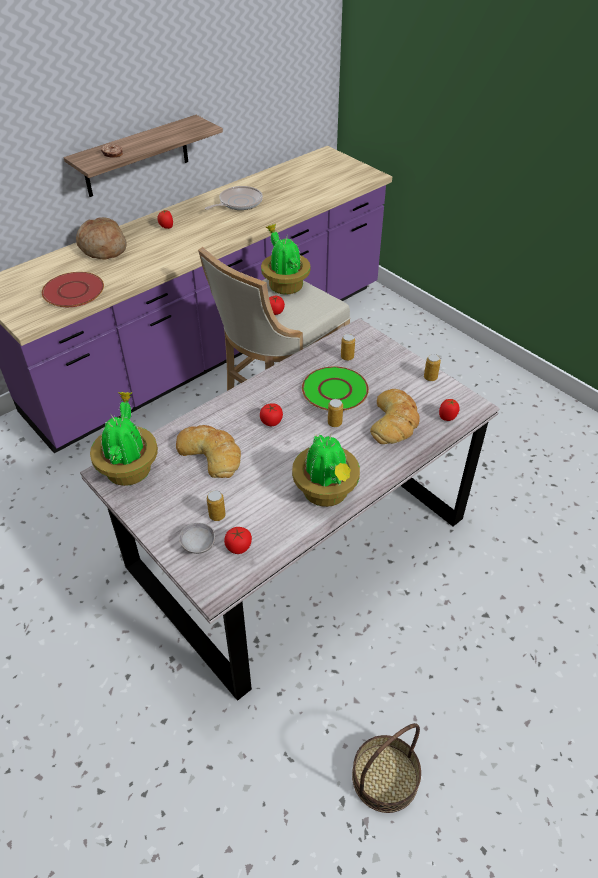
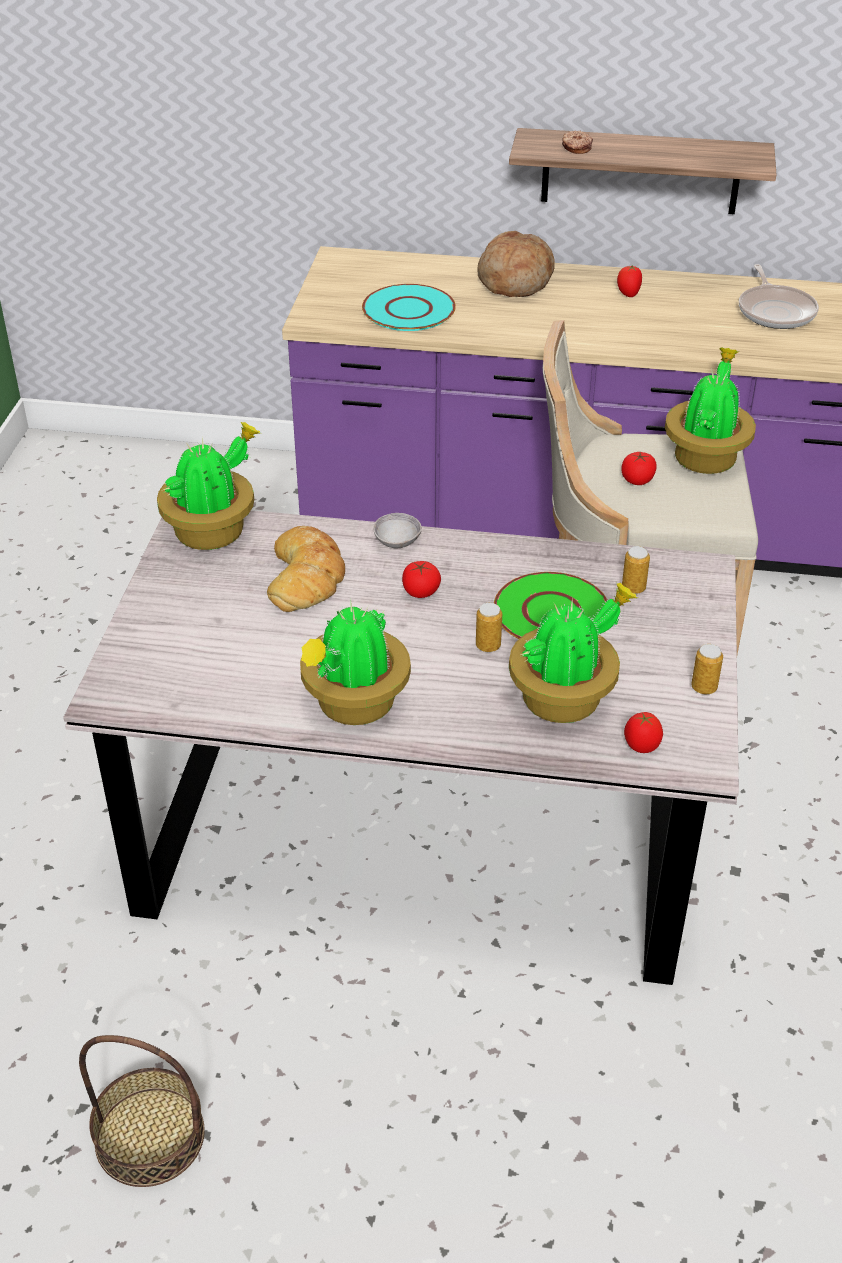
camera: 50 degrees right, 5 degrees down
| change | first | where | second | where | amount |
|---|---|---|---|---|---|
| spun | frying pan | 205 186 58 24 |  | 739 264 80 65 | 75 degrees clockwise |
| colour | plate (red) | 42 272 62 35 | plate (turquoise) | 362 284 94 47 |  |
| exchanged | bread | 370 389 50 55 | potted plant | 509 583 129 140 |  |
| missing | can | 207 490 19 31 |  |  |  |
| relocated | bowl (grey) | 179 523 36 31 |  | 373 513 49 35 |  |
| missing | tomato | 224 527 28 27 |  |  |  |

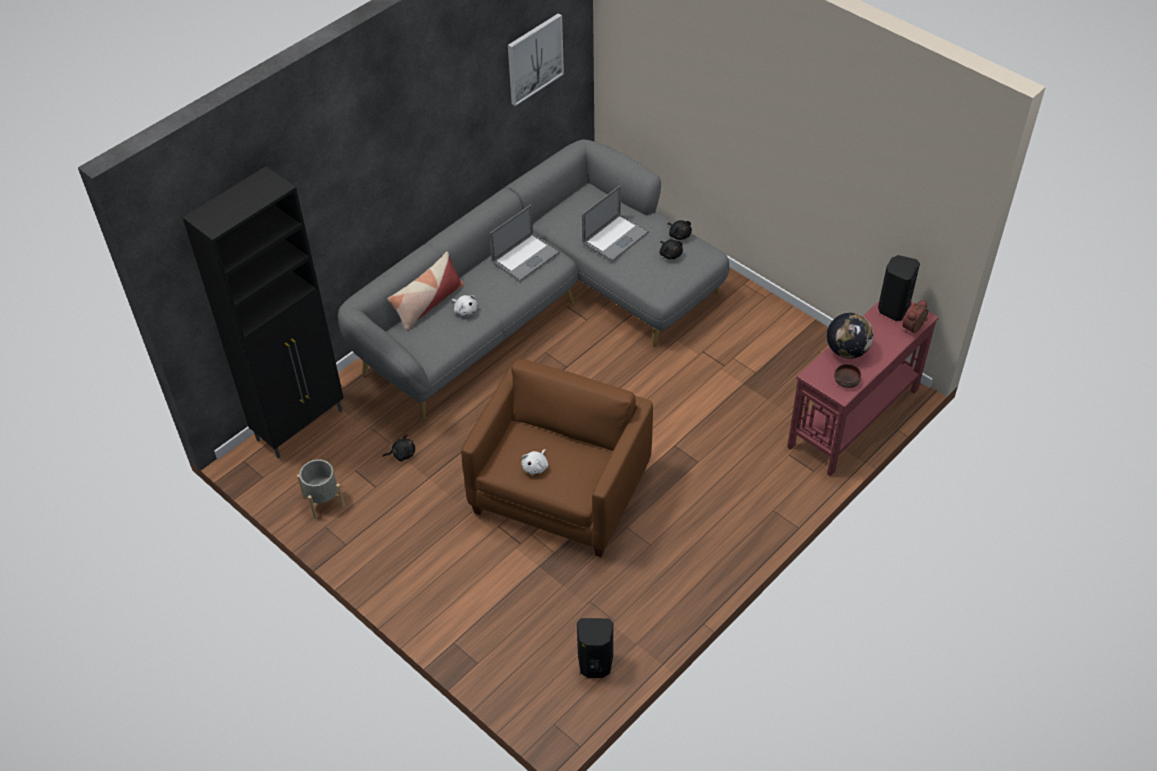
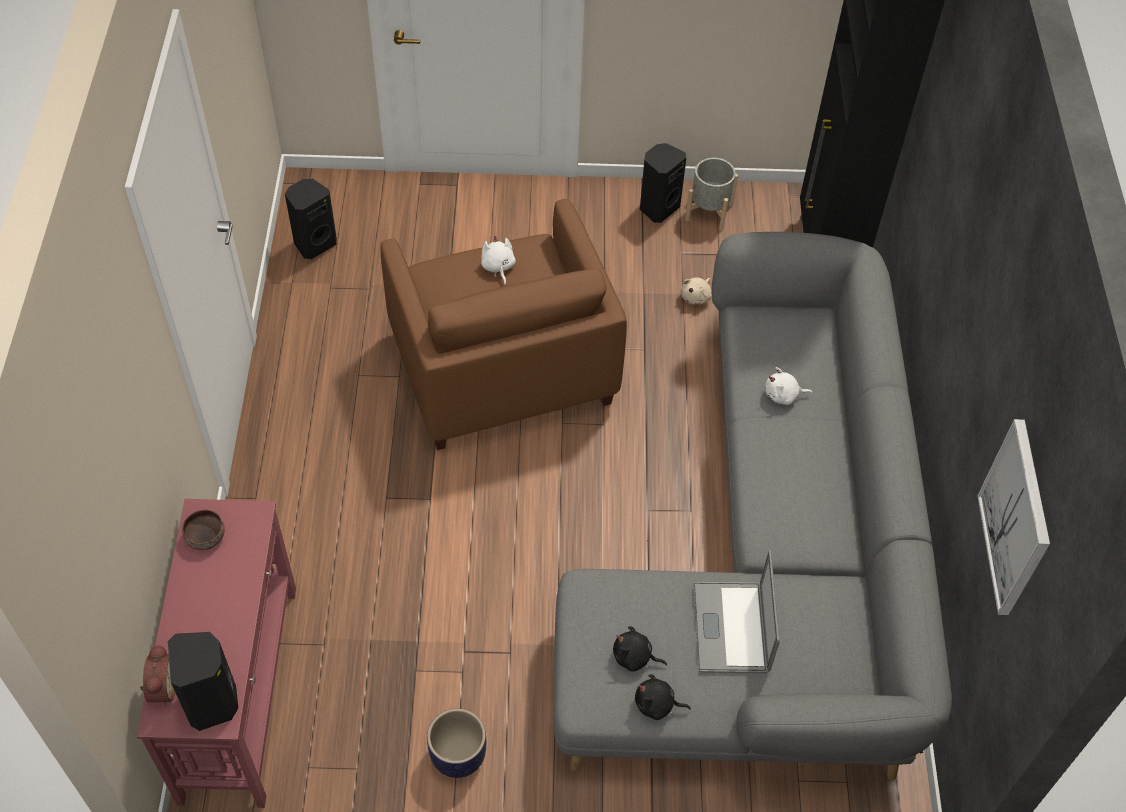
camera: 135 degrees right, 5 degrees up
| change | first | where | second | where | amount |
|---|---|---|---|---|---|
| missing | laptop | 489 205 71 77 |  |  |  |
| missing | pillow | 388 252 77 79 |  |  |  |
| missing | globe | 827 313 47 46 |  |  |  |
| colour | plush toy (black) | 382 434 33 27 | plush toy (beige) | 680 277 32 28 |  |
| appeared |  |  | speaker (black) | 640 143 46 80 |  |
| appeared |  |  | planter | 427 709 59 69 |  |

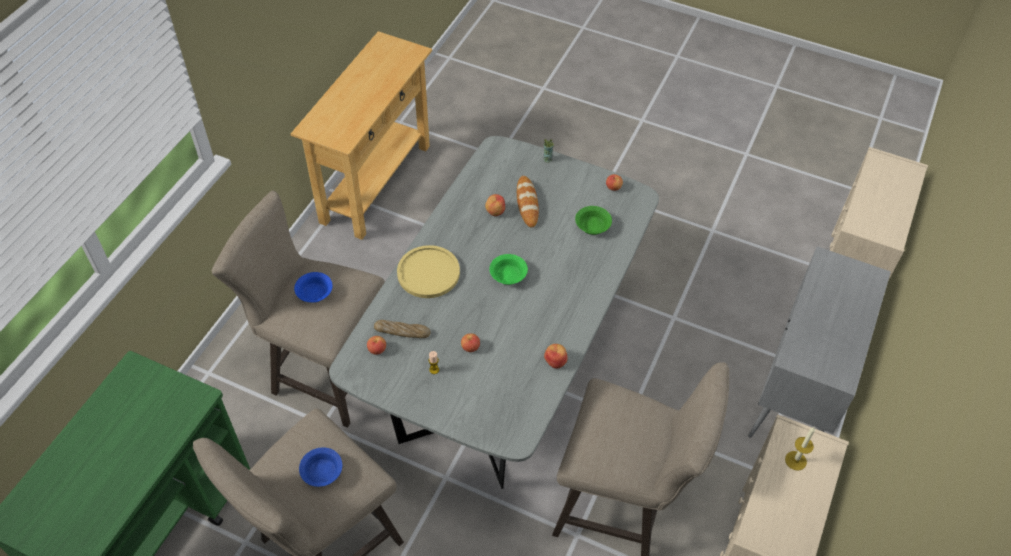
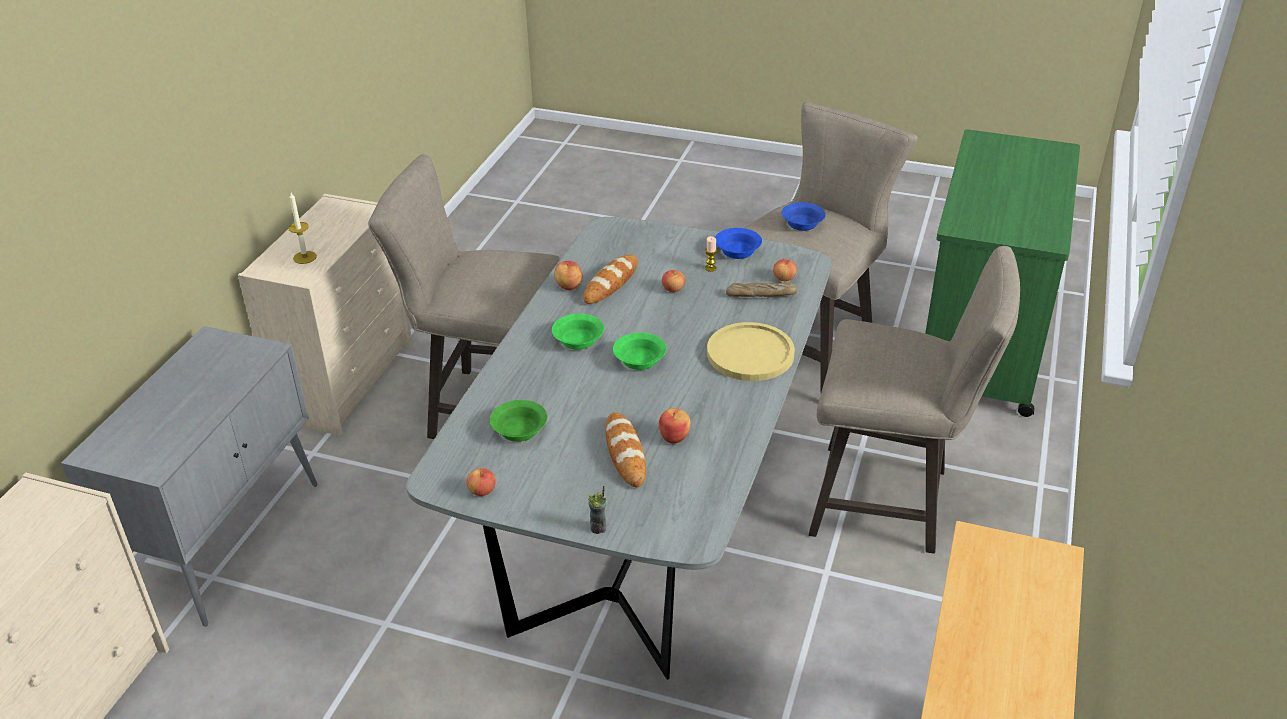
camera: 175 degrees right, 15 degrees down
| change | first | where | second | where | amount |
|---|---|---|---|---|---|
| relocated | bowl (blue) | 294 272 39 31 |  | 715 228 47 31 |  |
| appeared |  |  | bread | 583 255 55 49 |  |
| appeared |  |  | bowl (green) | 552 314 52 36 |  |

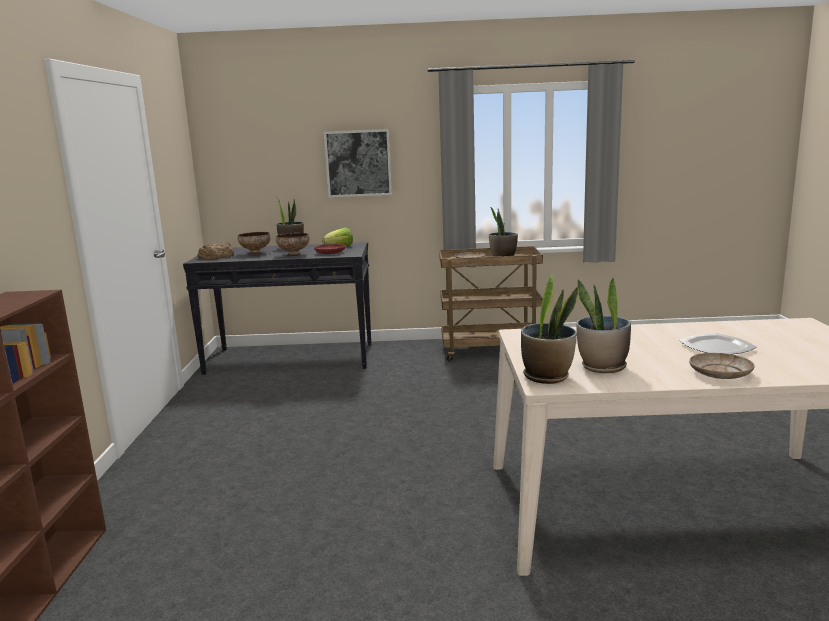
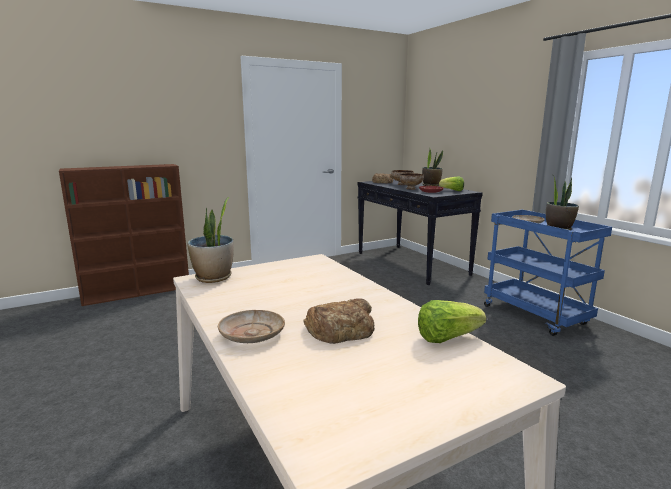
camera: 60 degrees right, 0 degrees up
| change | first | where | second | where | amount |
|---|---|---|---|---|---|
| missing | picture | 324 129 68 68 |  |  |  |
| colour | cart (brown) | 439 246 104 115 | cart (blue) | 484 210 128 126 |  |
| missing | potted plant | 576 277 55 96 |  |  |  |
| exchanged | plate | 679 333 78 21 | bread | 303 298 72 46 |  |
| appeared |  |  | lettuce | 418 300 68 43 |  |

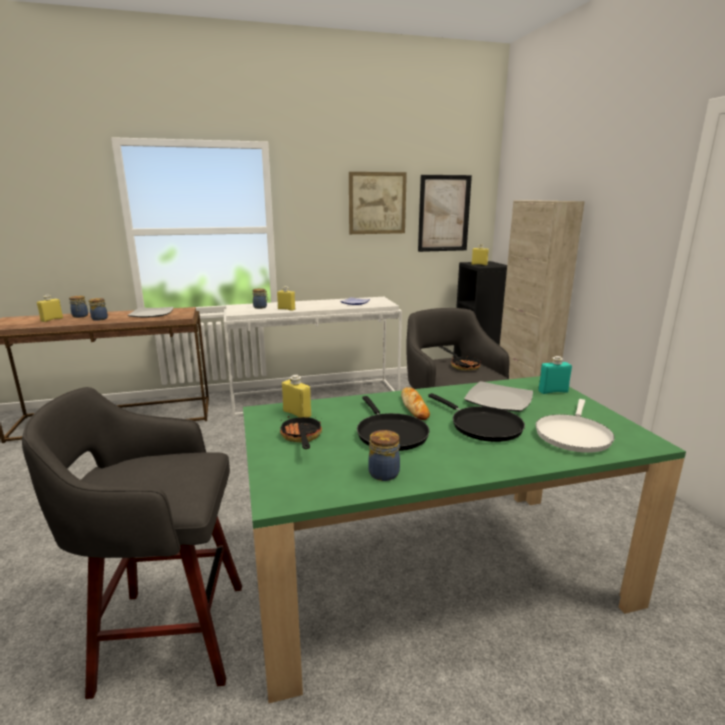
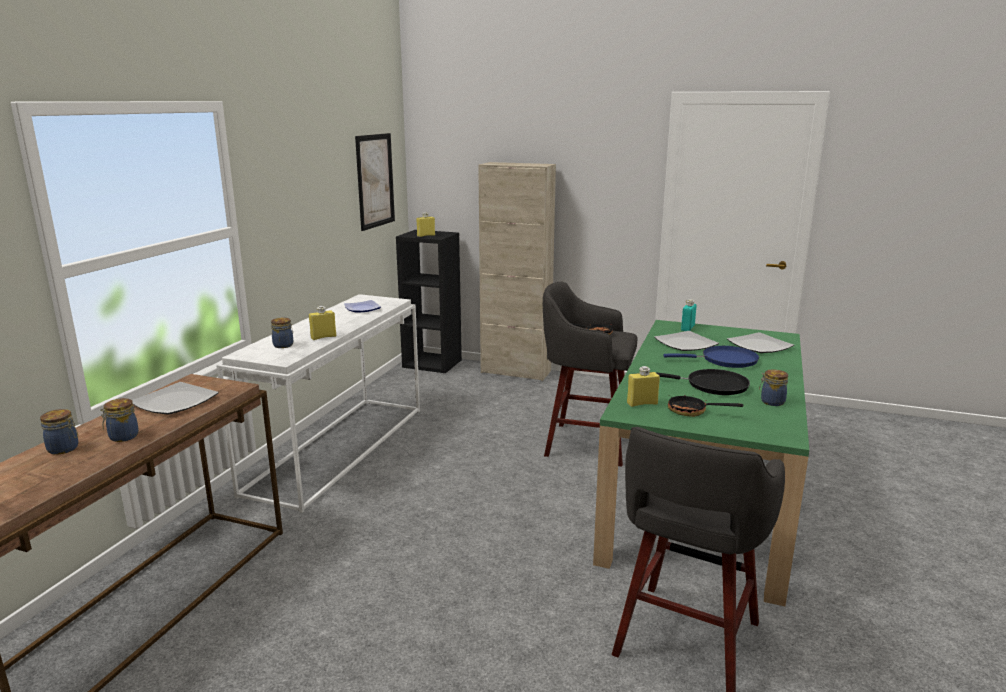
camera: 55 degrees left, 0 degrees up
| change | first | where | second | where | amount |
|---|---|---|---|---|---|
| missing | picture | 349 172 58 62 |  |  |  |
| missing | bottle (yellow) | 37 295 26 27 |  |  |  |
| missing | bread | 401 387 29 33 |  |  |  |
| colour | frying pan (black) | 428 393 97 49 | frying pan (blue) | 663 346 96 22 |  |
| exchanged | frying pan (white) | 536 399 79 54 | plate | 727 332 67 21 |  |

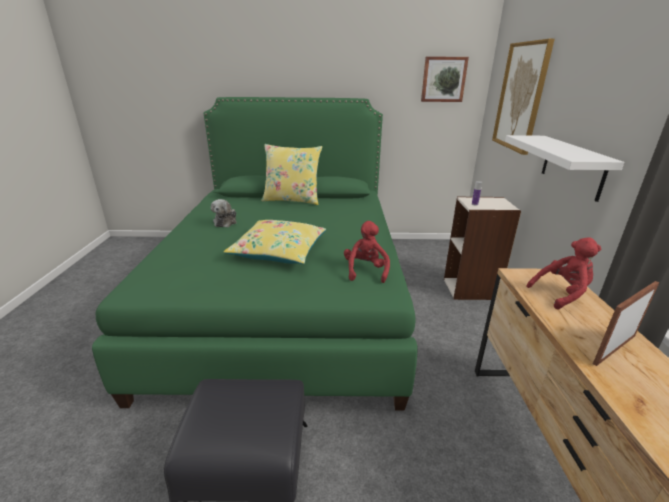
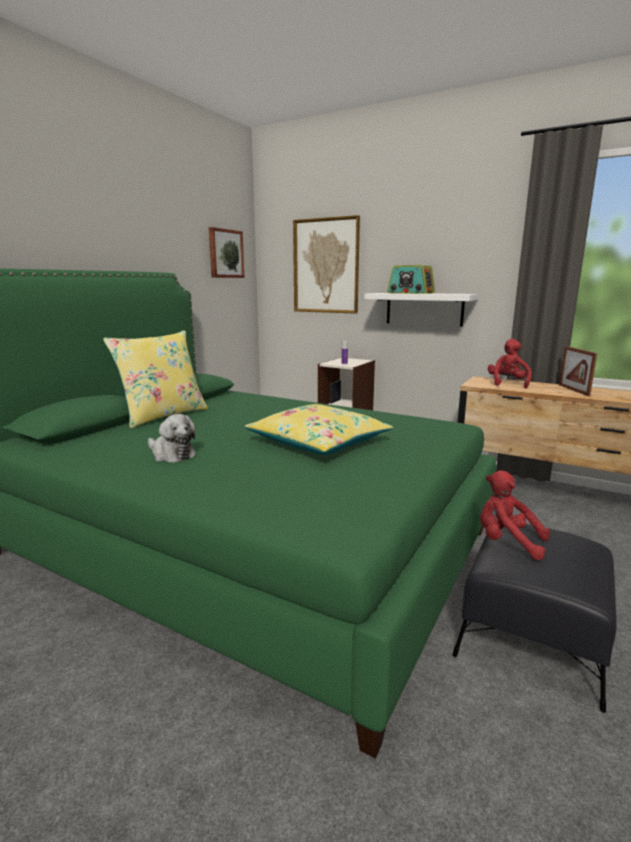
camera: 60 degrees left, 10 degrees down
| change | first | where | second | where | amount |
|---|---|---|---|---|---|
| relocated | plush toy (red) | 344 221 46 62 |  | 480 470 70 90 |  |
| appeared |  |  | radio | 387 265 48 29 |  |

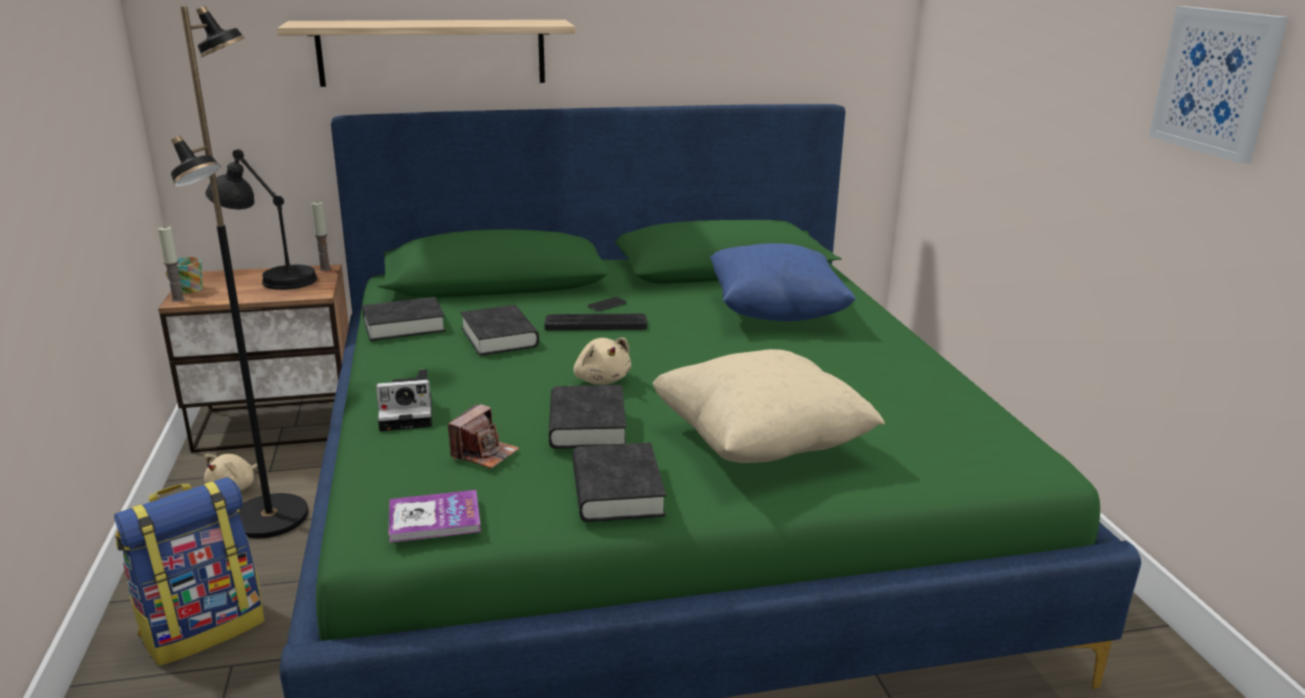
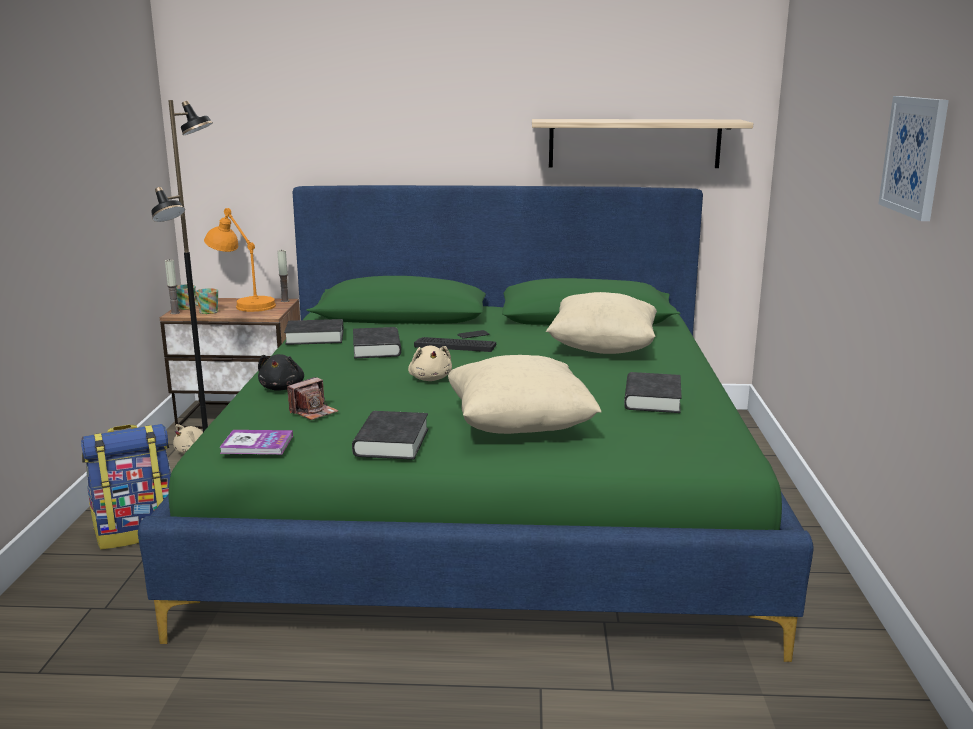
camera: 15 degrees right, 5 degrees down
| change | first | where | second | where | amount |
|---|---|---|---|---|---|
| relocated | shelf | 277 20 298 67 |  | 532 119 221 49 |  |
| colour | table lamp (black) | 205 149 112 141 | table lamp (orange) | 204 208 72 104 |  |
| colour | pillow (blue) | 710 243 146 78 | pillow (beige) | 546 292 111 62 |  |
| exchanged | photo camera | 376 369 56 62 | plush toy (black) | 258 354 46 37 |  |
| relocated | book (black) | 549 385 77 64 |  | 624 372 58 41 |  |
| appeared |  |  | mug | 194 288 24 26 |  |

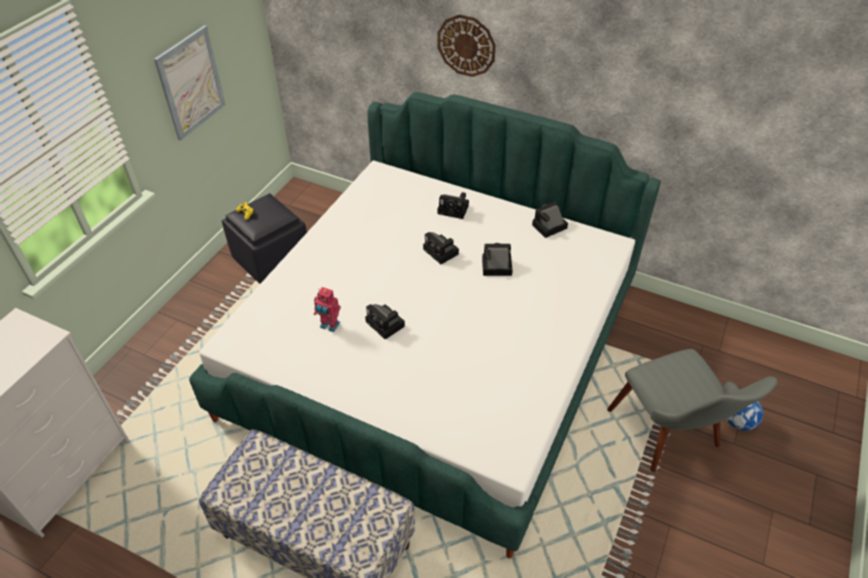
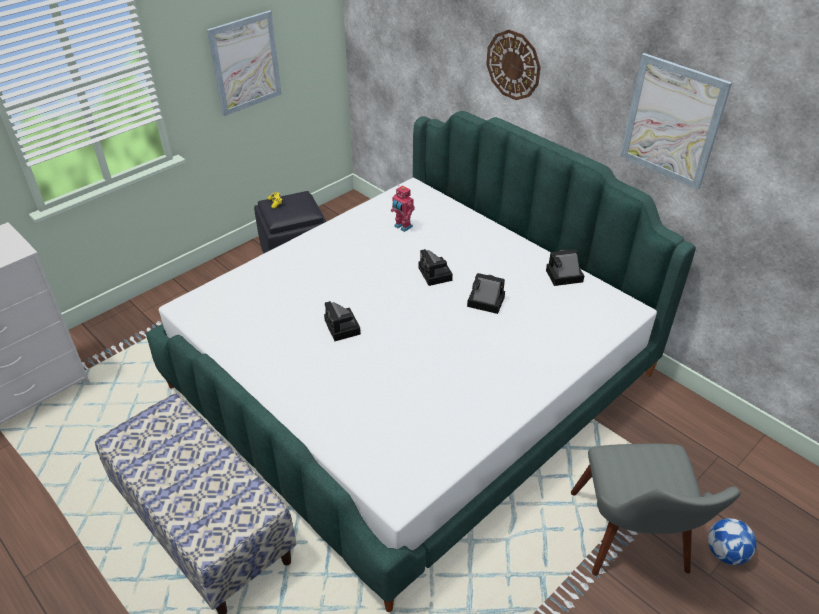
camera: 20 degrees right, 5 degrees down
| change | first | where | second | where | amount |
|---|---|---|---|---|---|
| missing | photo camera | 438 192 31 27 |  |  |  |
| relocated | toy robot | 314 287 27 45 |  | 391 185 24 47 |  |
| appeared |  |  | picture | 620 53 112 137 |  |

